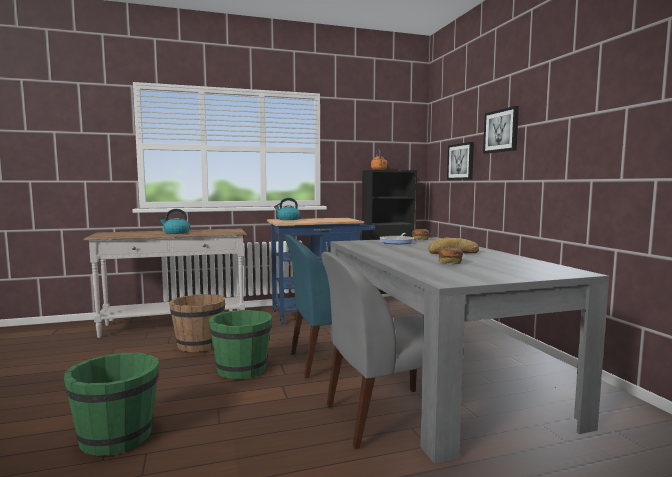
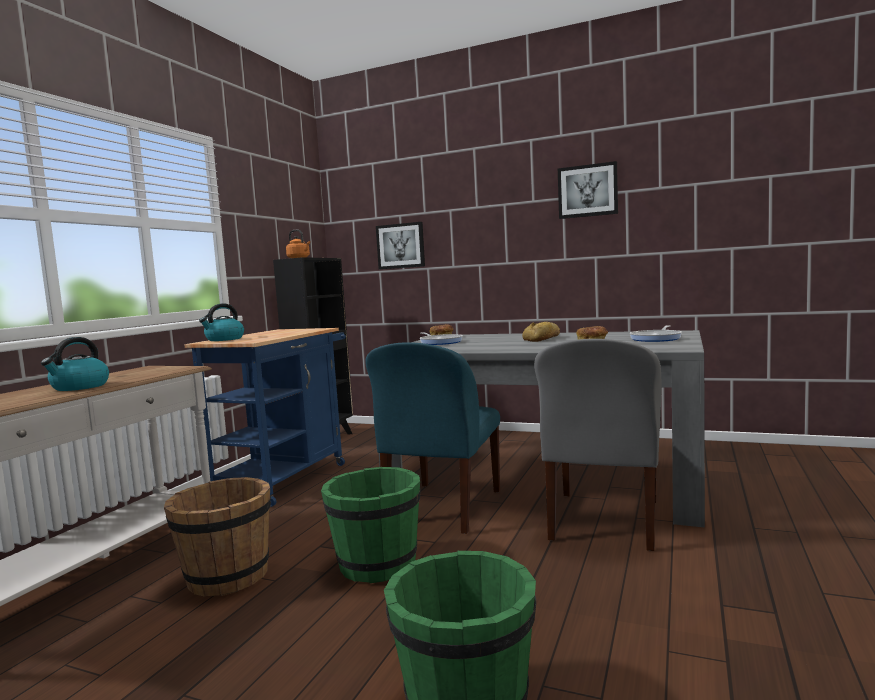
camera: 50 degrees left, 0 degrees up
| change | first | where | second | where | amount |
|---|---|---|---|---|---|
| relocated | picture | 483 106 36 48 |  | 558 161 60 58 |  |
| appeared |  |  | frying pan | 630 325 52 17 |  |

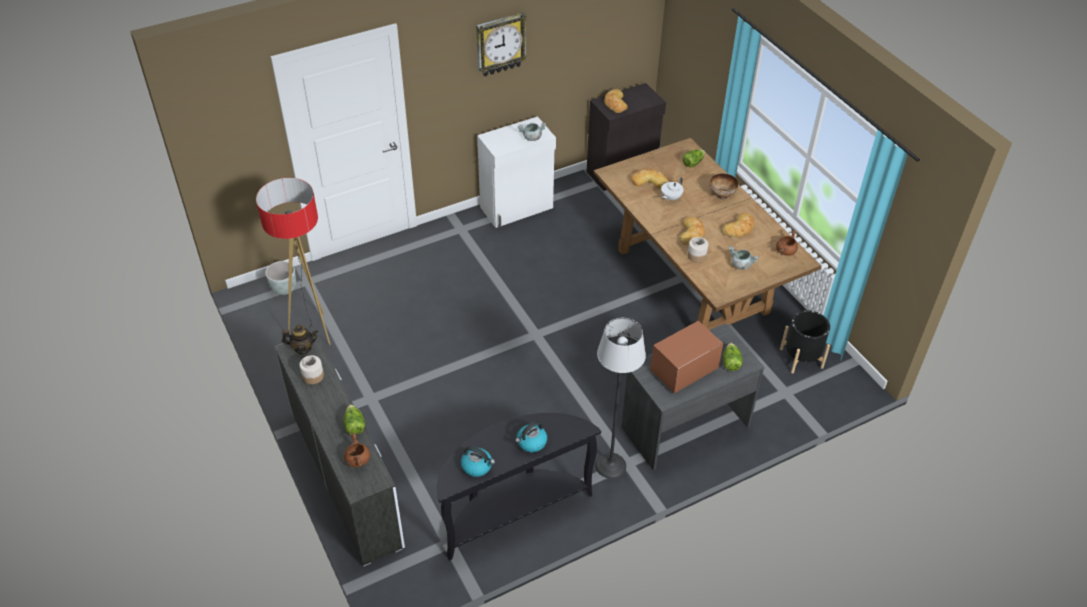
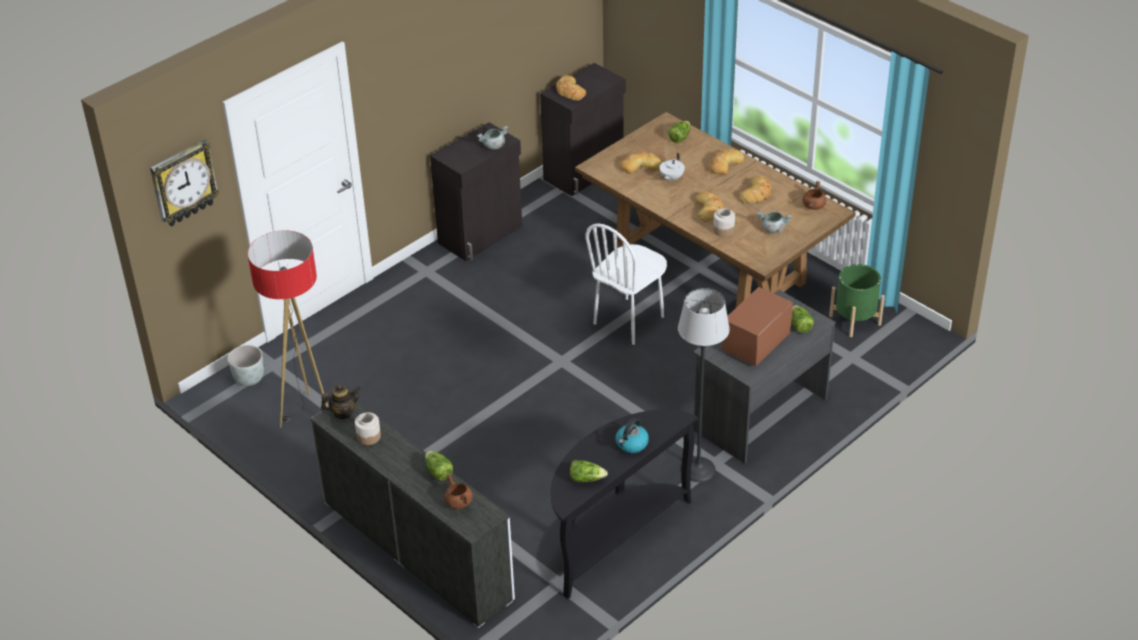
camera: 15 degrees left, 5 degrees down
| change | first | where | second | where | amount |
|---|---|---|---|---|---|
| relocated | wall clock | 476 12 51 64 |  | 150 139 69 87 |  |
| colour | cabinet (white) | 477 116 79 112 | cabinet (black) | 430 122 92 139 |  |
| exchanged | bowl | 709 173 29 26 | bread | 710 149 34 26 |  |
| colour | planter (black) | 780 311 50 62 | planter (green) | 829 264 56 73 |  |
| exchanged | kettle | 461 446 34 31 | lettuce | 570 460 38 22 |  |
| appeared |  |  | chair (white) | 586 223 81 122 |  |

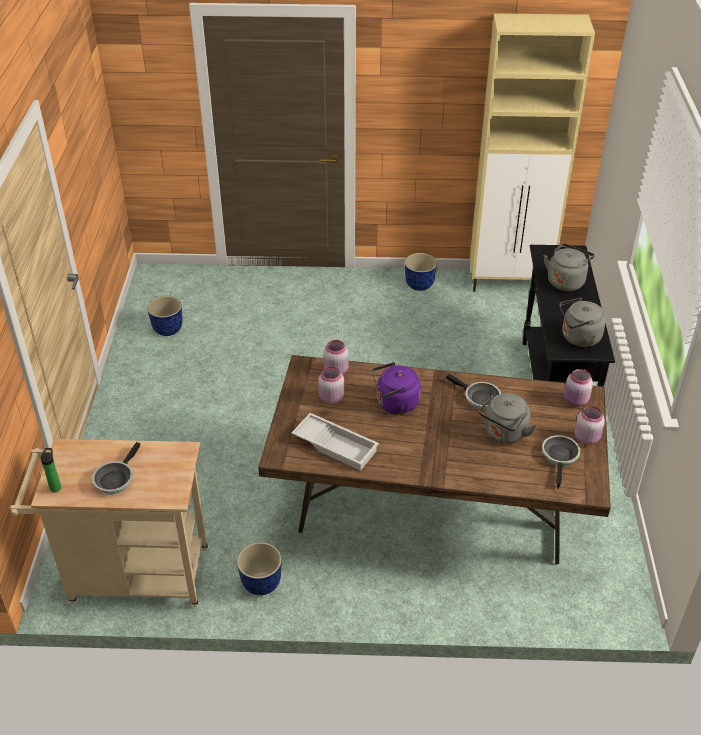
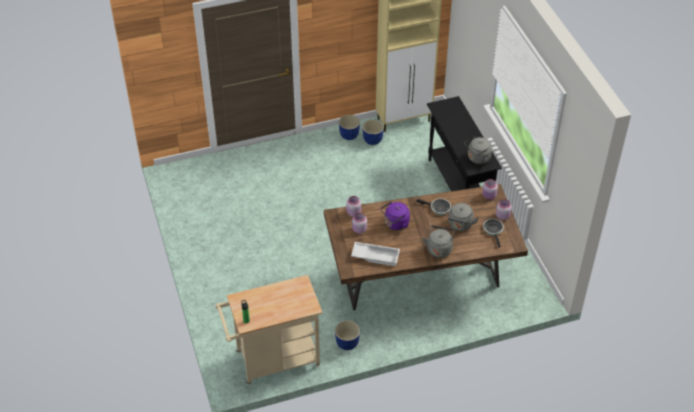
camera: 20 degrees left, 5 degrees up
| change | first | where | second | where | amount |
|---|---|---|---|---|---|
| relocated | kettle (grey) | 543 243 52 48 |  | 422 226 33 32 |  |
| relocated | planter | 147 296 36 40 |  | 362 120 22 25 |  |
| missing | frying pan | 92 442 48 52 |  |  |  |

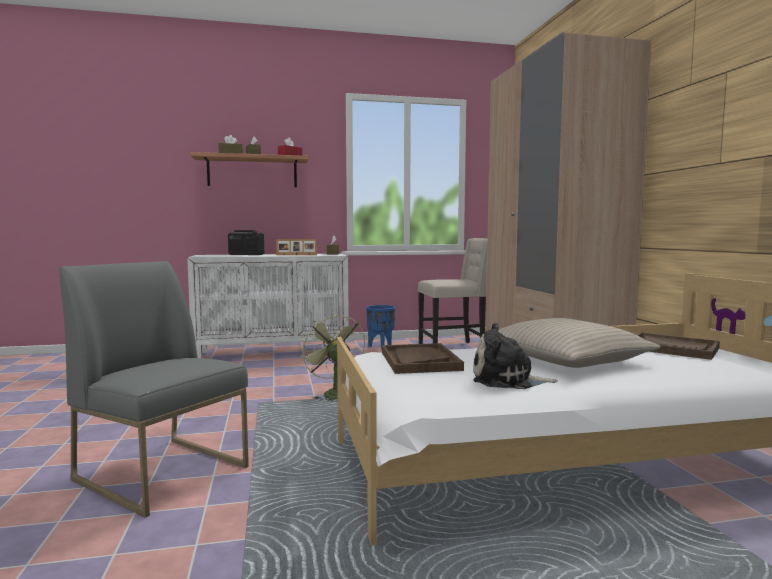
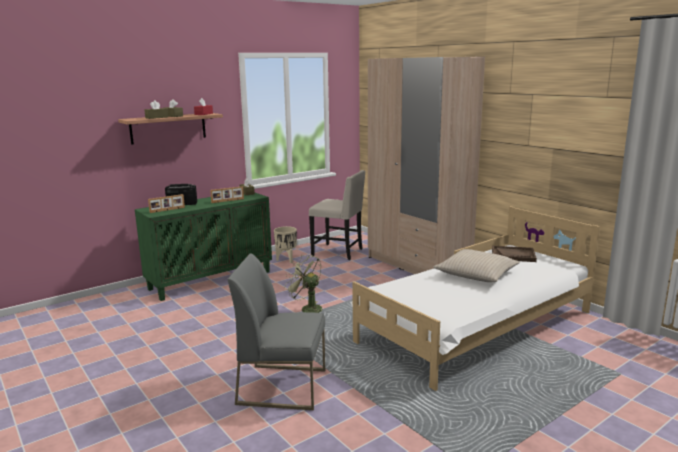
camera: 25 degrees left, 10 degrees up
| change | first | where | second | where | amount |
|---|---|---|---|---|---|
| spun | chair (beige) | 418 238 69 106 |  | 309 170 57 90 | 60 degrees clockwise |
| colour | cabinet (white) | 187 254 162 104 | cabinet (green) | 135 193 137 108 |  |
| colour | planter (blue) | 366 305 29 45 | planter (beige) | 274 226 23 37 |  |
| missing | plush toy | 473 323 85 66 |  |  |  |
| missing | tray (brown) | 382 343 82 31 |  |  |  |
| appeared |  |  | picture frame | 148 194 37 19 |  |

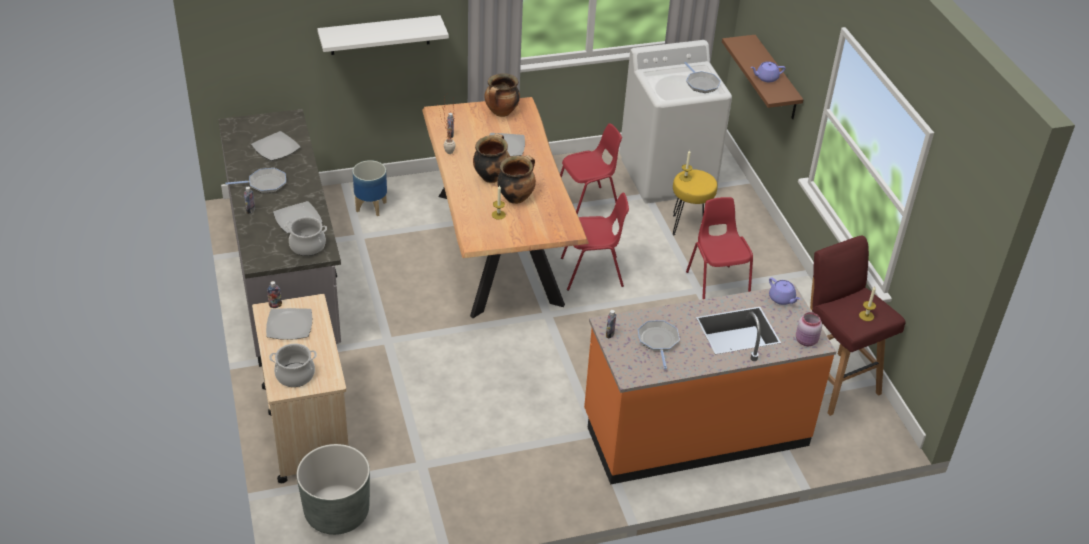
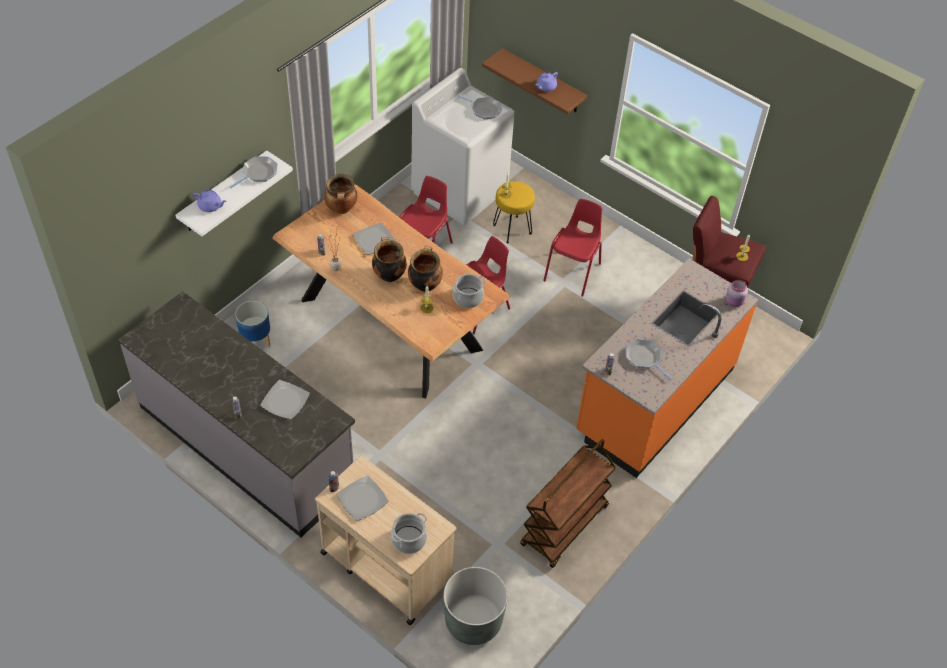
camera: 35 degrees left, 10 degrees up
| change | first | where | second | where | amount |
|---|---|---|---|---|---|
| missing | plate | 251 131 50 30 |  |  |  |
| relocated | frying pan | 226 168 60 25 |  | 230 156 47 32 |  |
| spun | chair (red) | 686 197 67 102 |  | 543 199 60 98 | 75 degrees clockwise |
| relocated | cooking pot | 285 217 42 39 |  | 452 274 34 34 |  |
| relocated | teapot (purple) | 769 277 31 28 |  | 193 190 34 22 |  |
| appeared |  |  | cart (brown) | 520 439 96 129 |  |

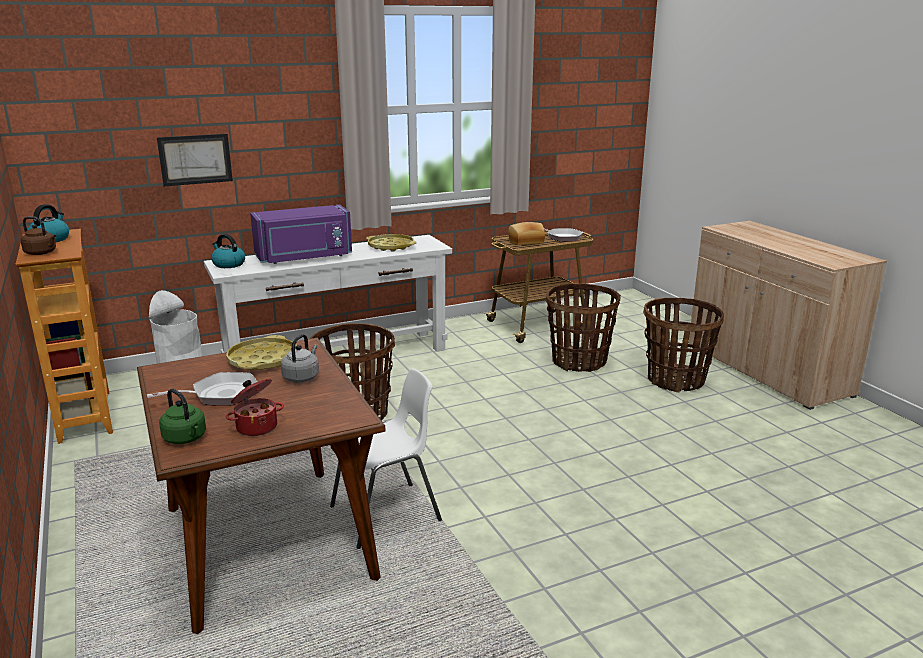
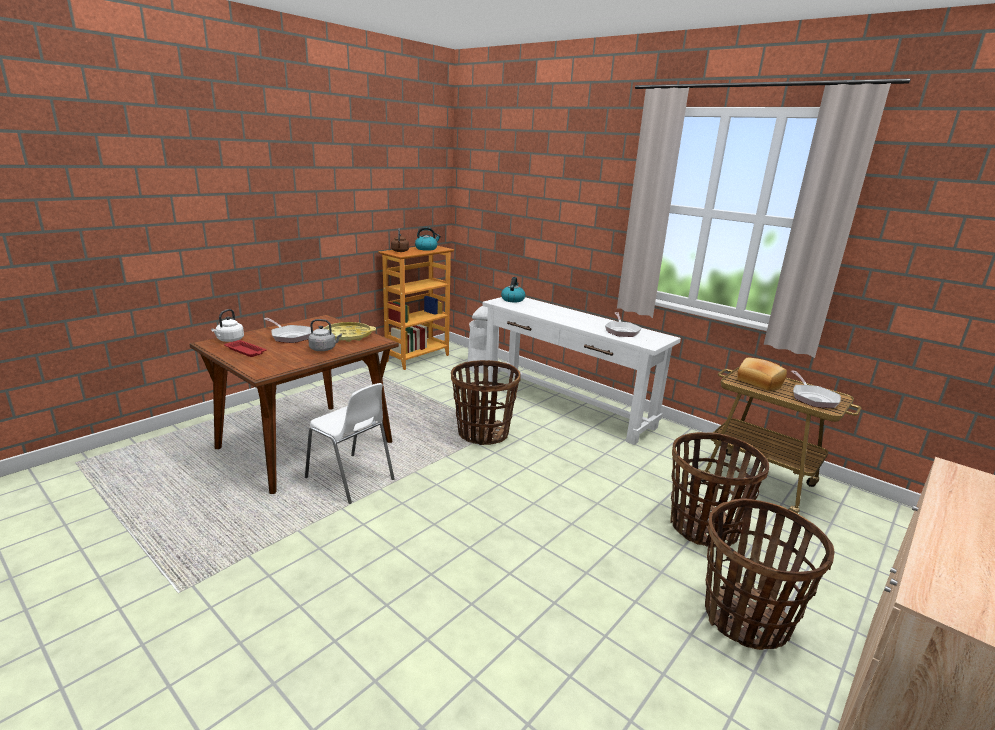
camera: 65 degrees right, 0 degrees up
| change | first | where | second | where | amount |
|---|---|---|---|---|---|
| missing | picture | 157 134 76 52 |  |  |  |
| missing | microwave (purple) | 250 205 102 59 |  |  |  |
| exchanged | tray (yellow) | 366 234 50 18 | frying pan | 605 312 37 25 |  |
| exchanged | cooking pot | 225 379 59 57 | tray (red) | 224 340 42 17 |  |
| colour | kettle (green) | 159 389 47 55 | kettle (white) | 211 309 33 33 |  |

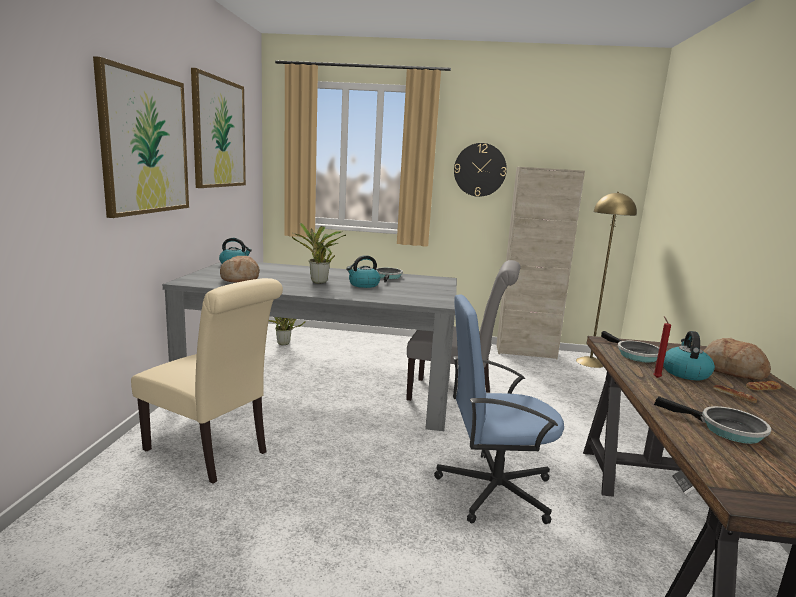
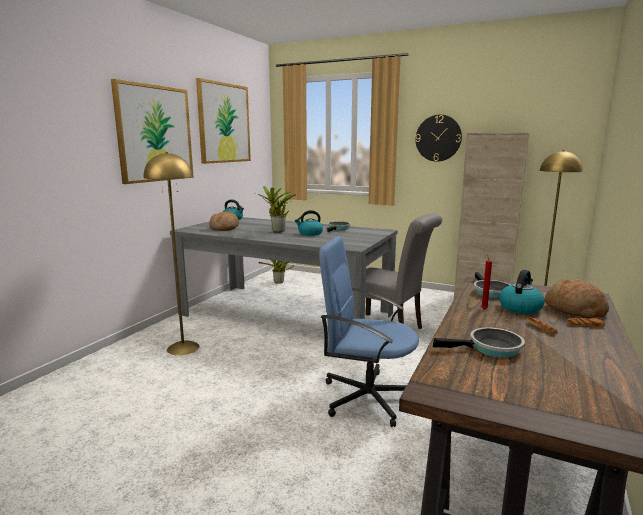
camera: 20 degrees right, 0 degrees up
| change | first | where | second | where | amount |
|---|---|---|---|---|---|
| exchanged | chair (beige) | 131 278 152 206 | floor lamp (yellow) | 144 152 55 203 |  |
| spun | frying pan | 654 396 117 48 |  | 433 327 92 31 | 60 degrees counterclockwise |

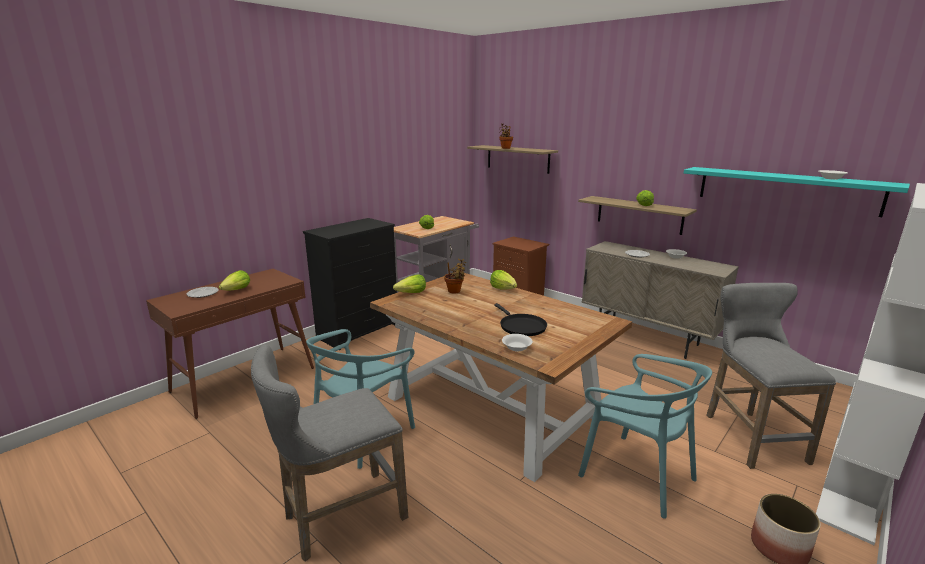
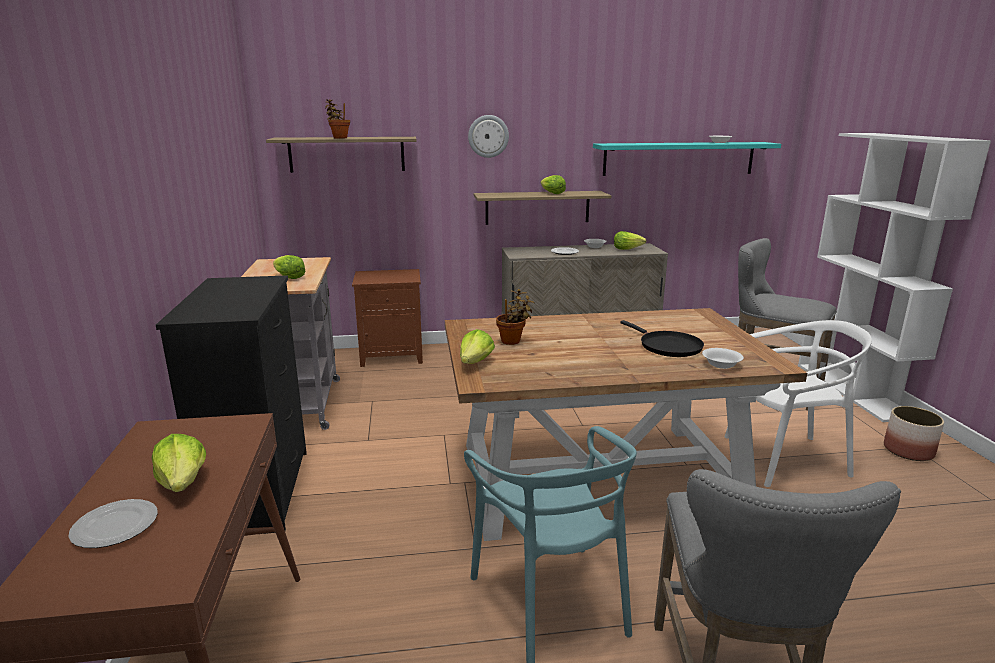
camera: 50 degrees left, 0 degrees up
| change | first | where | second | where | amount |
|---|---|---|---|---|---|
| relocated | lettuce | 490 270 27 20 |  | 614 231 32 19 |  |
| spun | frying pan (black) | 494 303 53 33 |  | 620 320 84 37 | 45 degrees clockwise |
| colour | chair (turquoise) | 578 354 134 165 | chair (white) | 724 320 148 167 |  |
| appeared |  |  | wall clock | 468 115 41 43 |  |

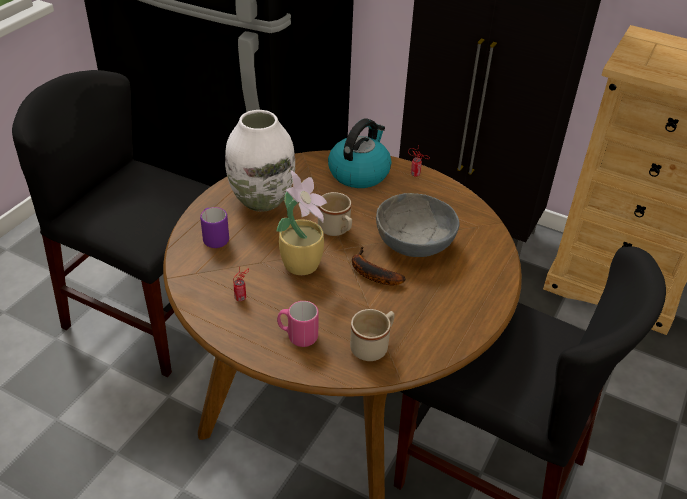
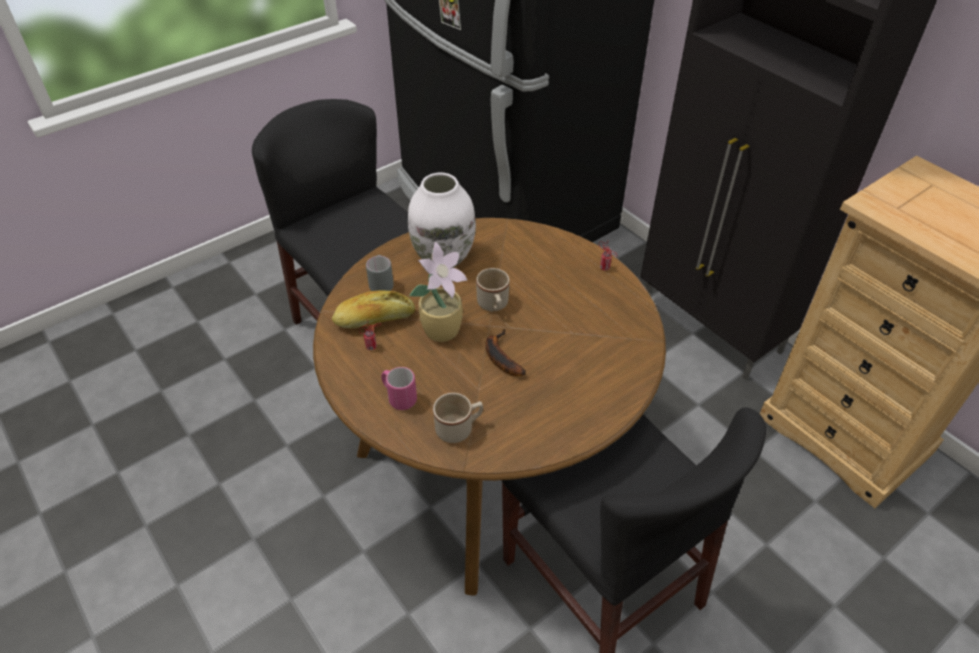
camera: 25 degrees right, 5 degrees up
| change | first | where | second | where | amount |
|---|---|---|---|---|---|
| missing | kettle | 328 118 64 70 |  |  |  |
| missing | bowl (grey) | 376 193 84 64 |  |  |  |
| colour | mug (purple) | 200 207 29 41 | mug (grey) | 366 255 28 36 |  |
| appeared |  |  | bread | 332 290 83 39 |  |

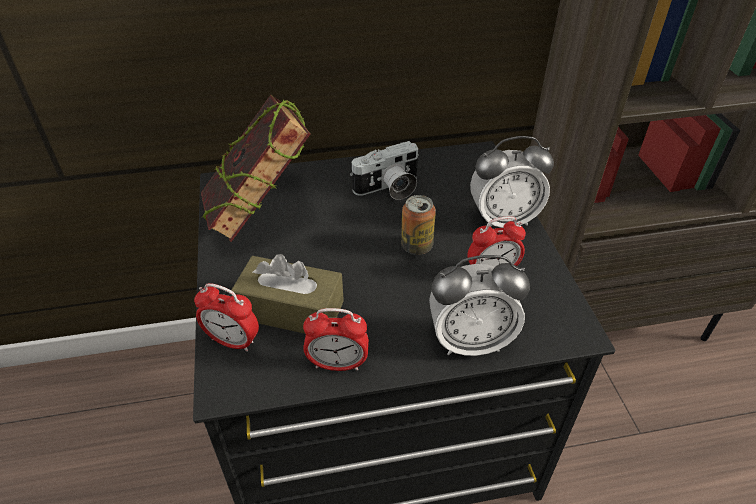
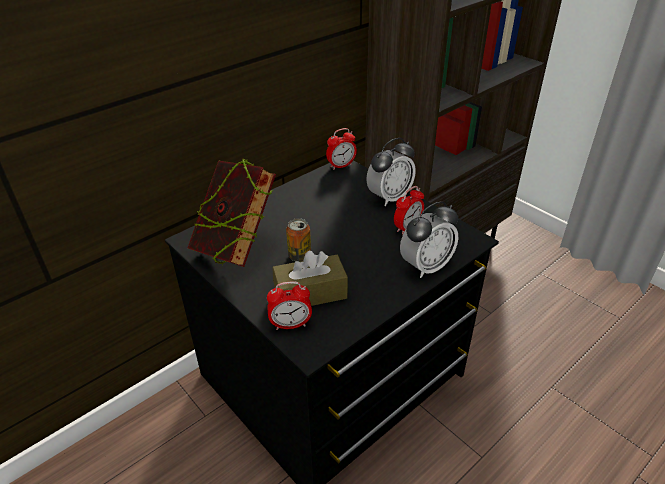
camera: 30 degrees left, 5 degrees down
| change | first | where | second | where | amount |
|---|---|---|---|---|---|
| missing | photo camera | 350 141 69 59 |  |  |  |
| relocated | can | 401 195 35 60 |  | 286 218 25 44 |  |
| relocated | alarm clock | 303 308 66 63 |  | 326 128 31 42 |  |

